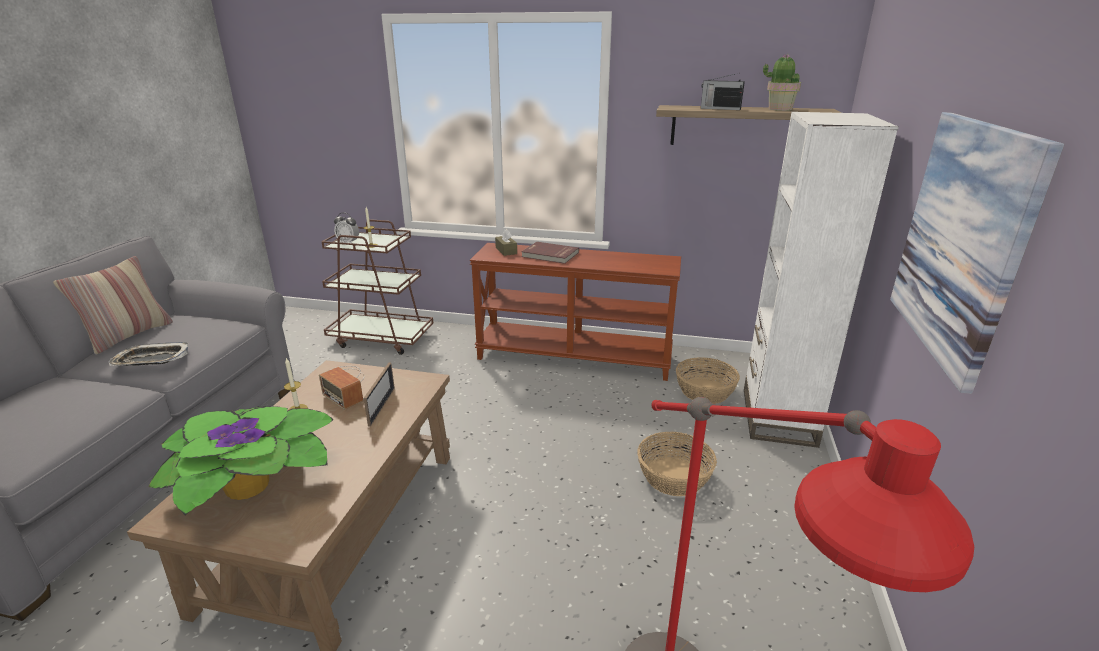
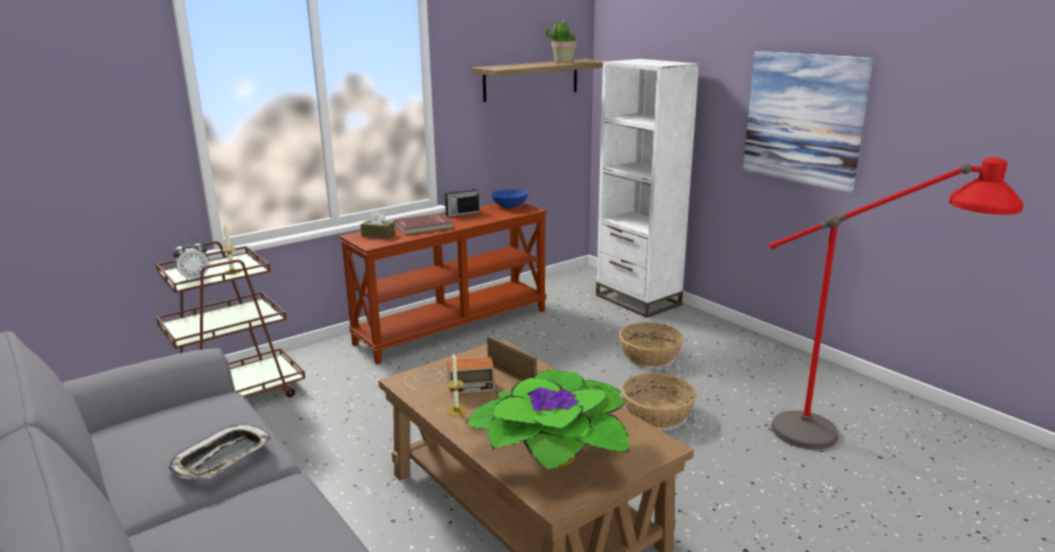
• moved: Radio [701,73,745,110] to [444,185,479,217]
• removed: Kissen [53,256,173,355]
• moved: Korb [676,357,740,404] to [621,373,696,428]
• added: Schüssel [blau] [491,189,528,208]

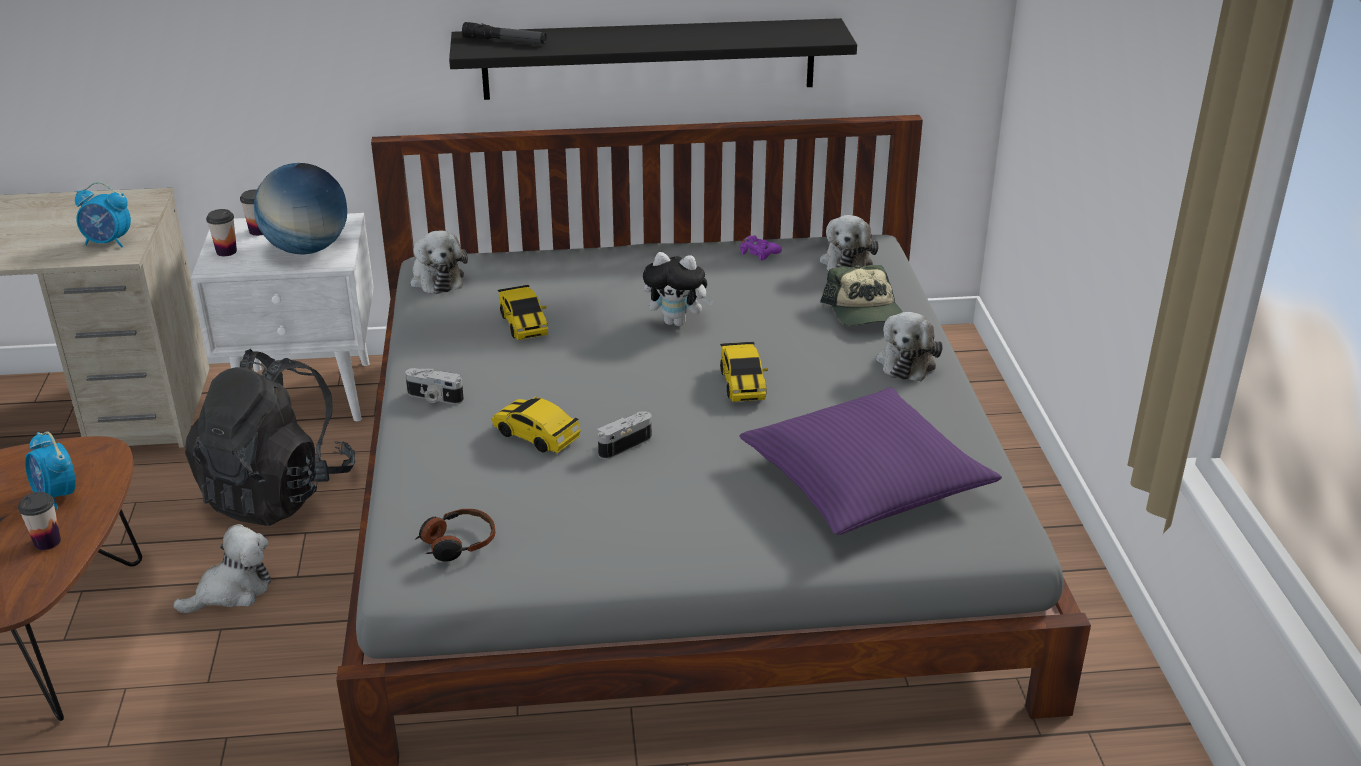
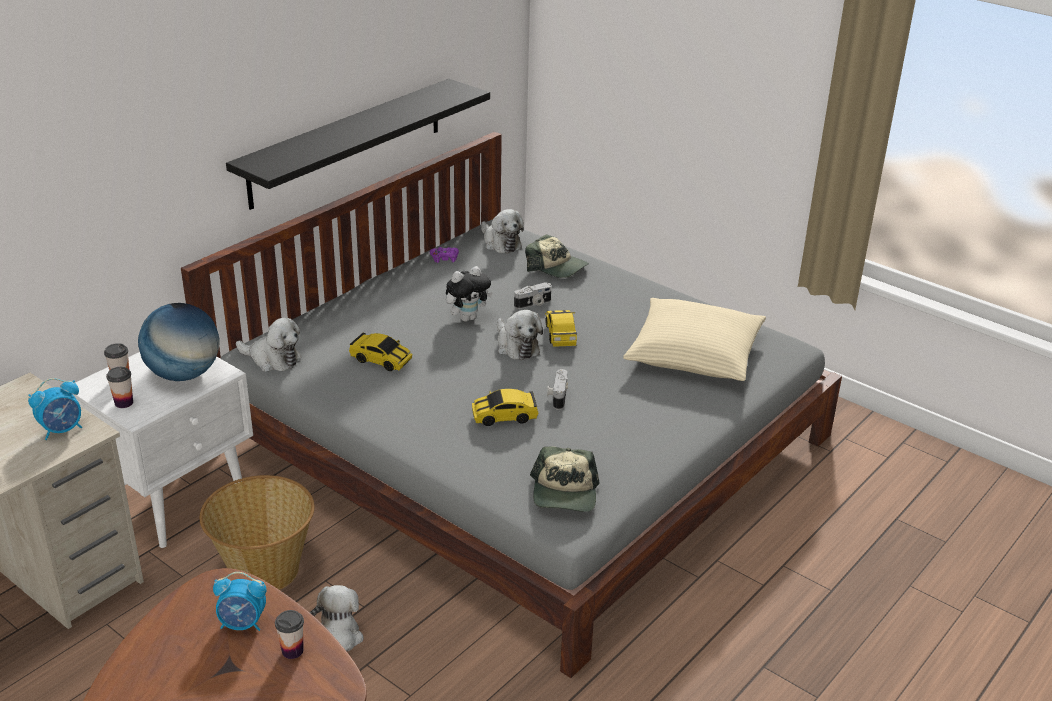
• removed: Taschenlampe [462,22,547,44]
• moved: Plüschtier [876,312,943,381] to [497,310,543,360]
• turned: Spielzeugauto [720,342,768,402] = [545,310,577,347] 135 degrees counterclockwise
• replaced: Rucksack [schwarz] [185,349,355,526] to Korb [200,475,314,590]
• moved: Kamera [405,368,464,404] to [514,282,551,309]
• recoloured: Kissen [lila] [740,387,1002,535] to Kissen [beige] [623,298,766,381]
• replaced: Kopfhörer [414,509,496,561] to Kappe [530,447,600,512]

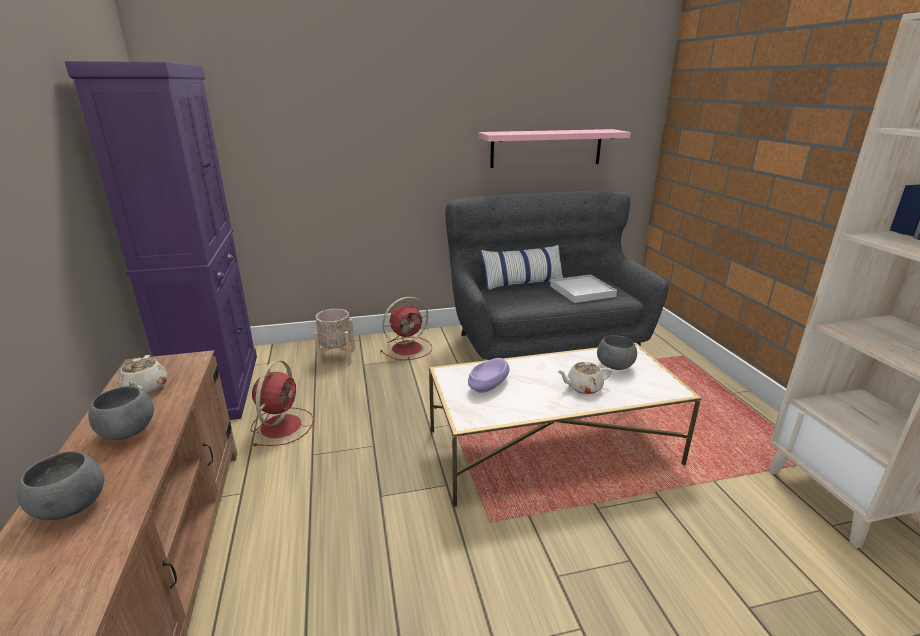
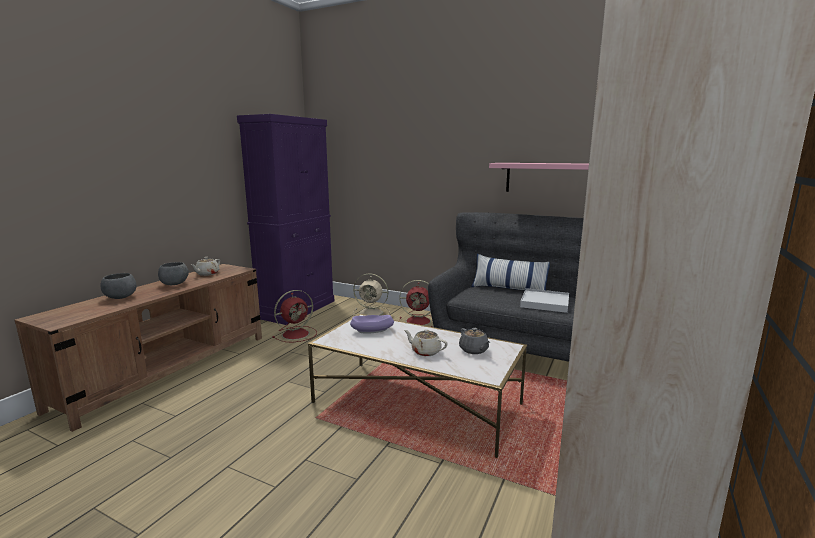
• replaced: Pflanzkübel [beige] [314,309,355,365] to Ventilator [beige] [353,273,390,316]
• replaced: Schüssel [grau] [597,335,637,370] to Teekanne [grau] [459,328,490,354]

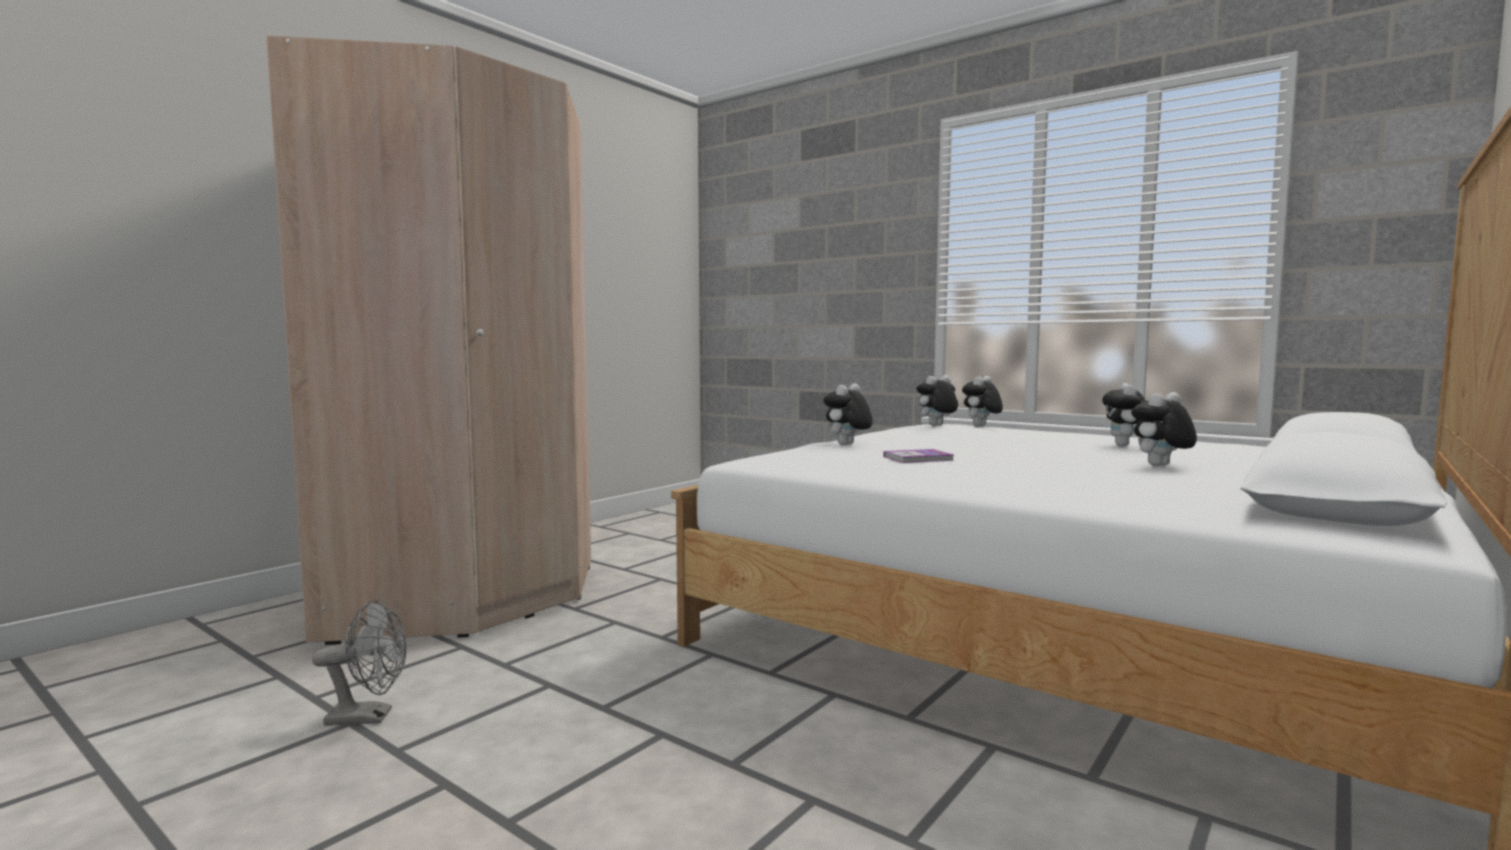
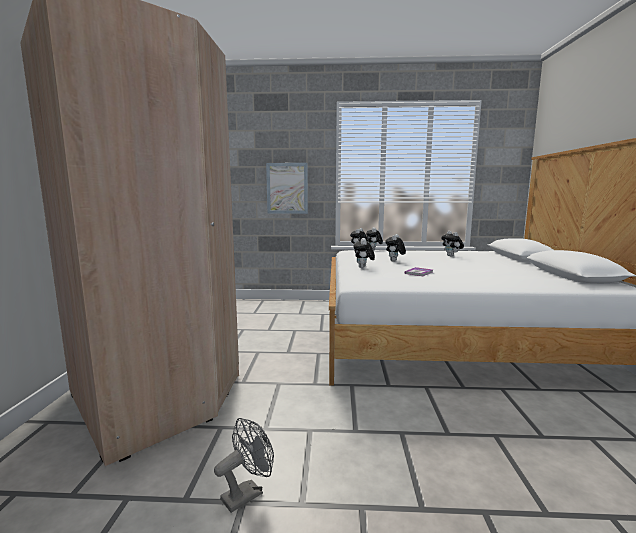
• moved: Plüschtier [1131,392,1197,466] to [385,234,406,262]
• added: Bild [266,163,308,214]

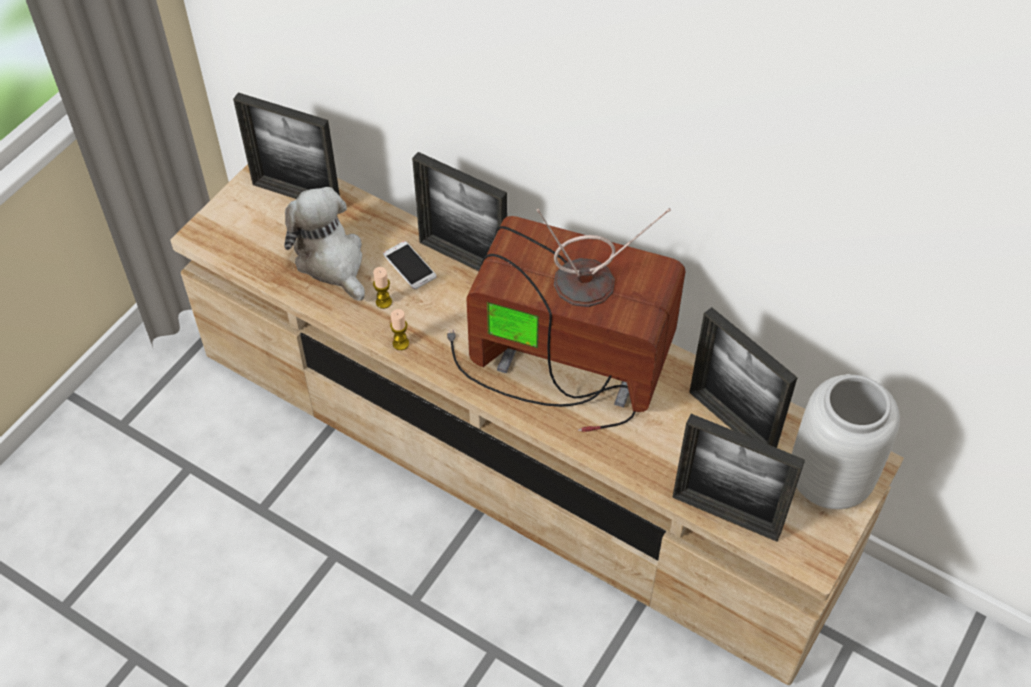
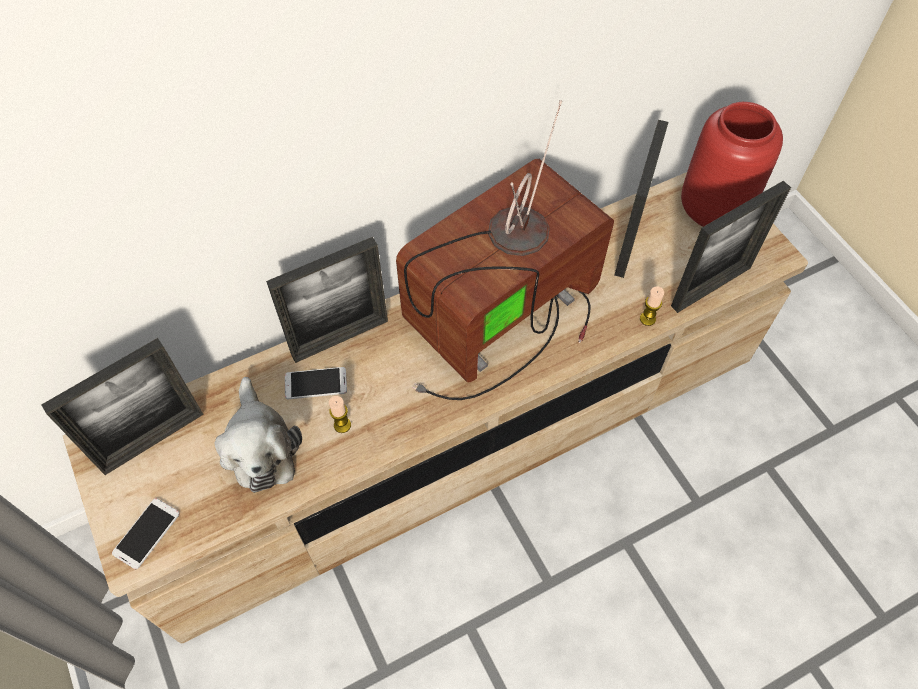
• turned: Plüschtier [284,187,365,301] = [215,377,302,493] 105 degrees counterclockwise
• turned: Bilderrahmen [689,307,798,448] = [615,120,669,278] 60 degrees counterclockwise
• moved: Kerze [390,309,409,350] to [640,286,664,326]
• recoloured: Vase [grau] [792,374,900,509] to Vase [rot] [681,102,783,227]
• added: Handy [112,498,180,569]

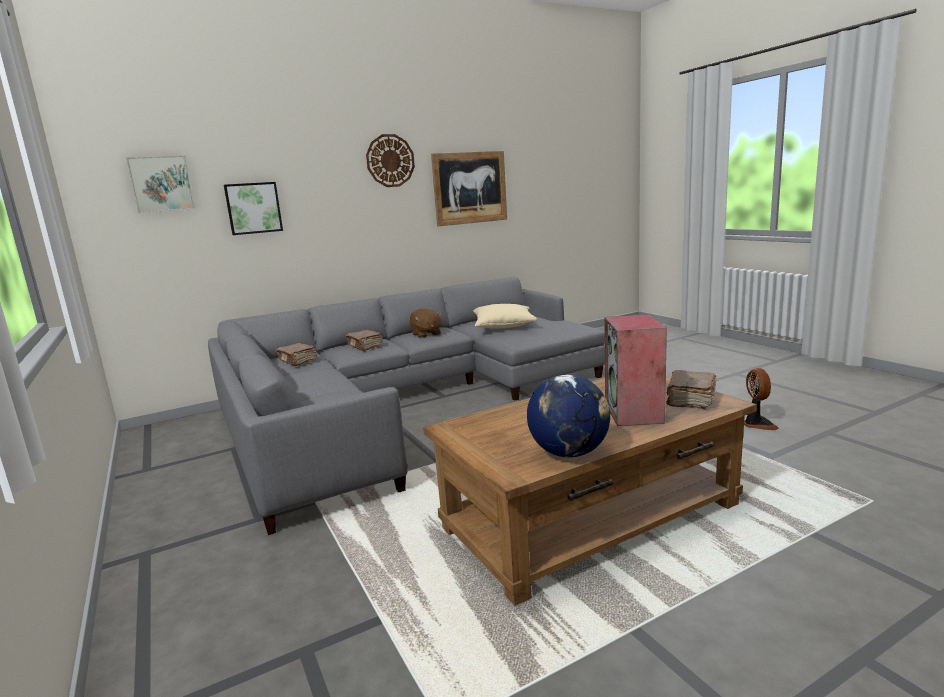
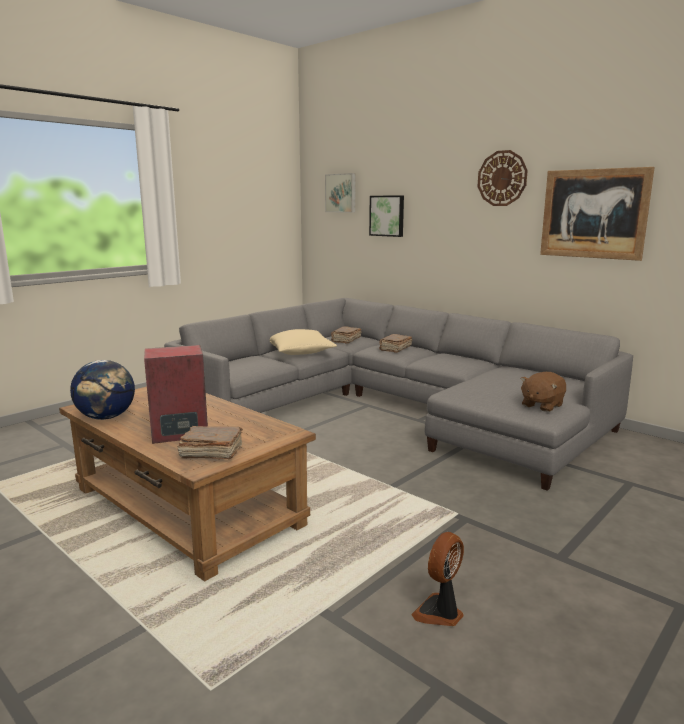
• moved: Kissen [beige] [473,304,537,328] to [270,329,337,355]
• moved: Plüschtier [braun] [410,309,442,338] to [520,372,566,412]
• turned: Ventilator [744,368,779,430] = [411,532,464,626] 150 degrees clockwise

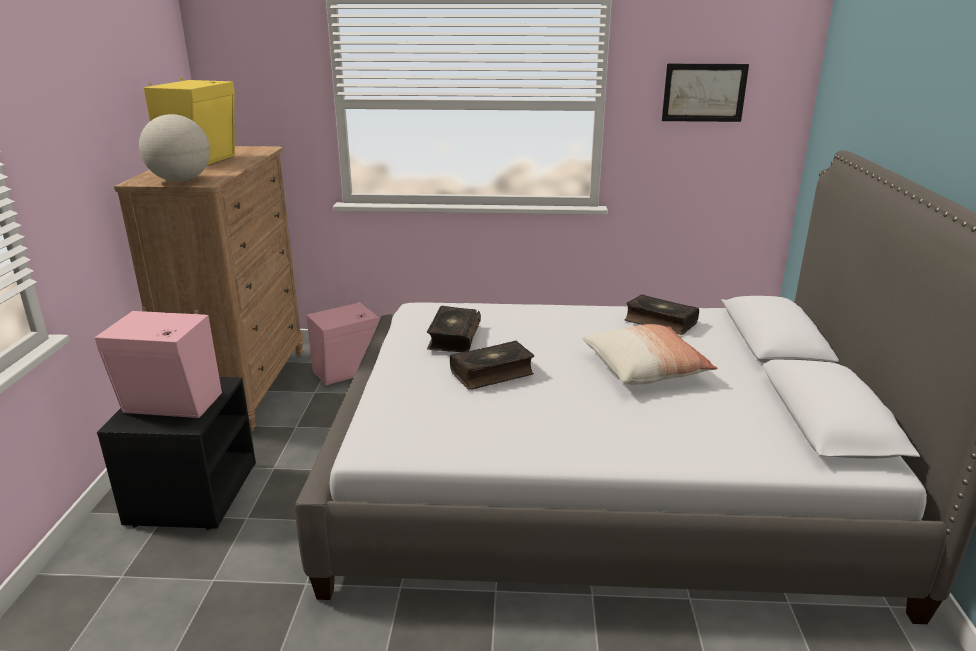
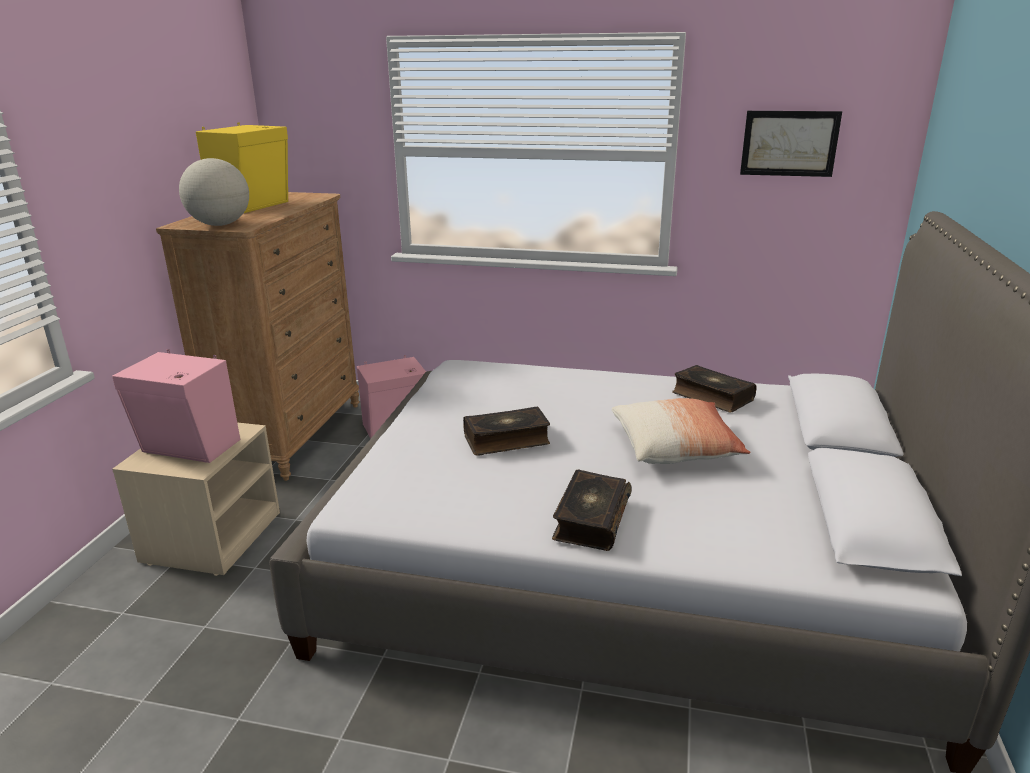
• moved: Buch [427,306,481,352] to [552,469,632,551]
• recoloured: Nachttisch [schwarz] [97,377,256,530] to Nachttisch [beige] [112,422,280,576]

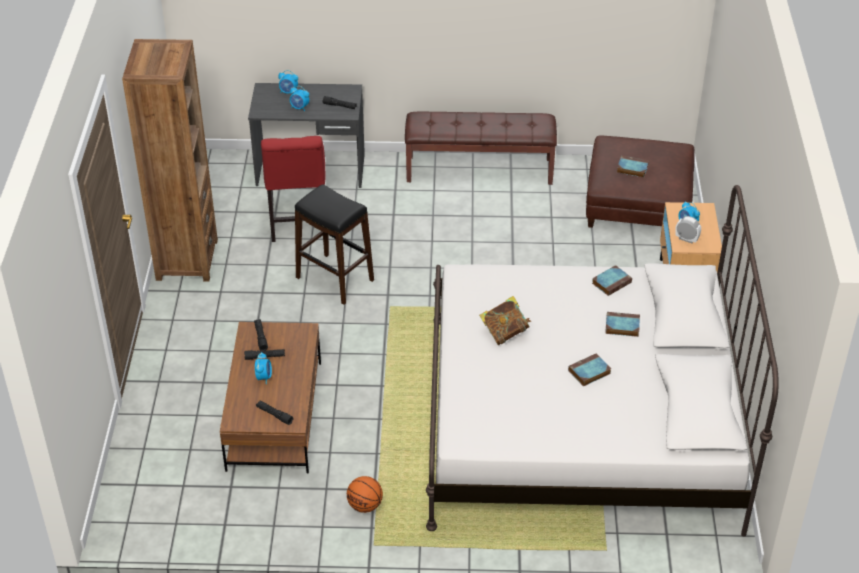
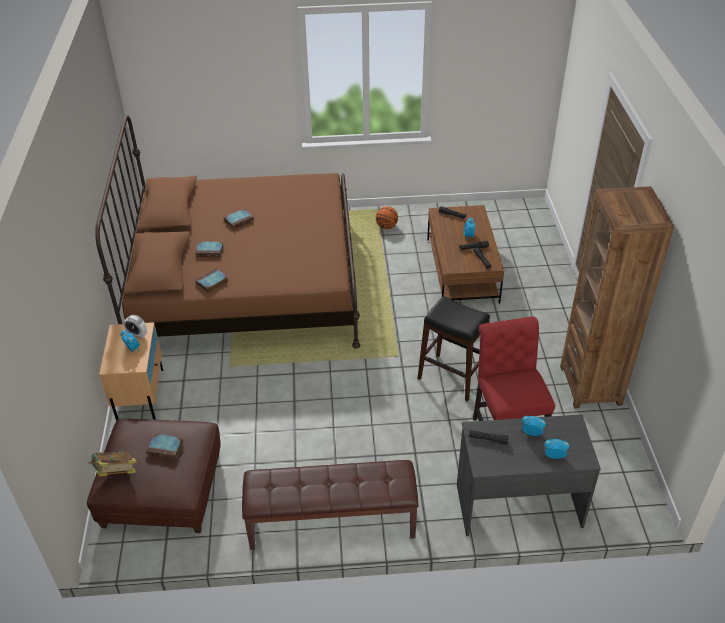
• recoloured: Bett [weiß] [426,185,779,537] to Bett [braun] [95,115,360,349]
• moved: Buch [479,296,531,345] to [89,450,137,476]

